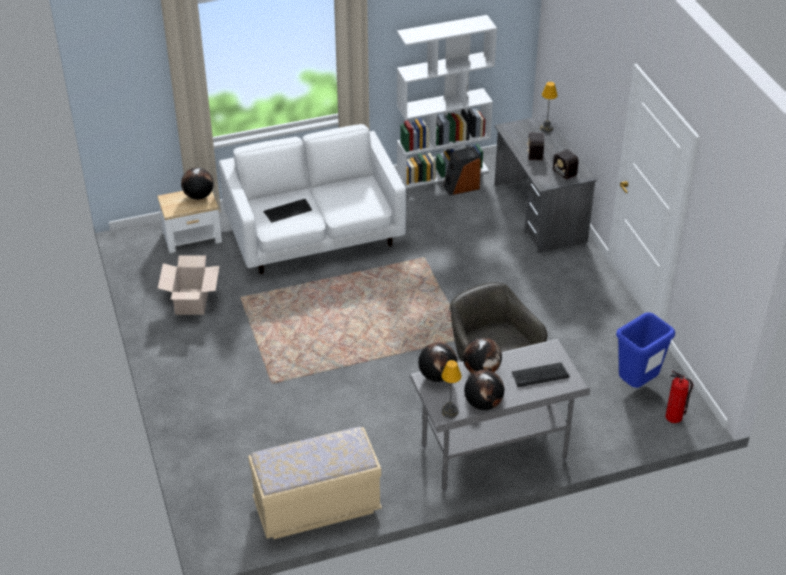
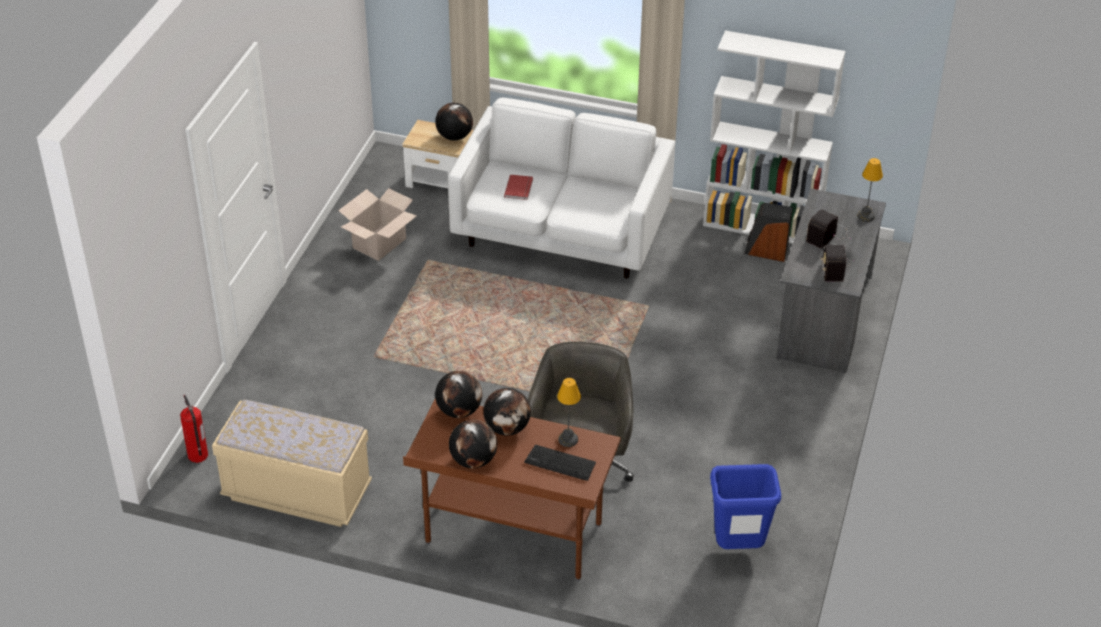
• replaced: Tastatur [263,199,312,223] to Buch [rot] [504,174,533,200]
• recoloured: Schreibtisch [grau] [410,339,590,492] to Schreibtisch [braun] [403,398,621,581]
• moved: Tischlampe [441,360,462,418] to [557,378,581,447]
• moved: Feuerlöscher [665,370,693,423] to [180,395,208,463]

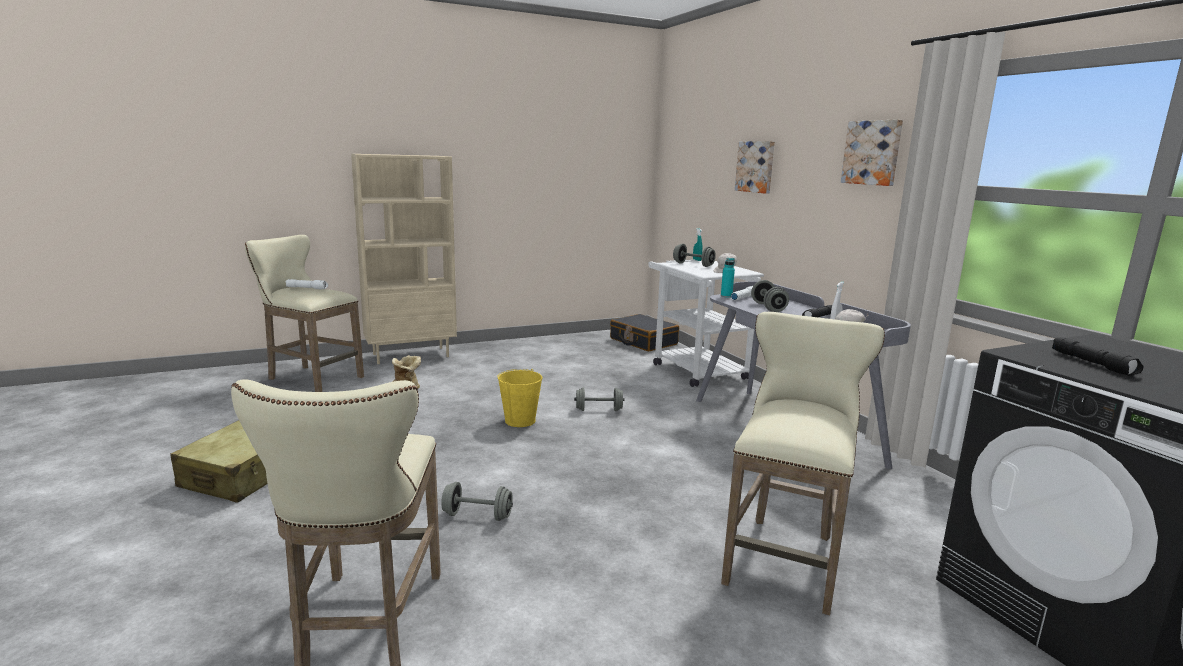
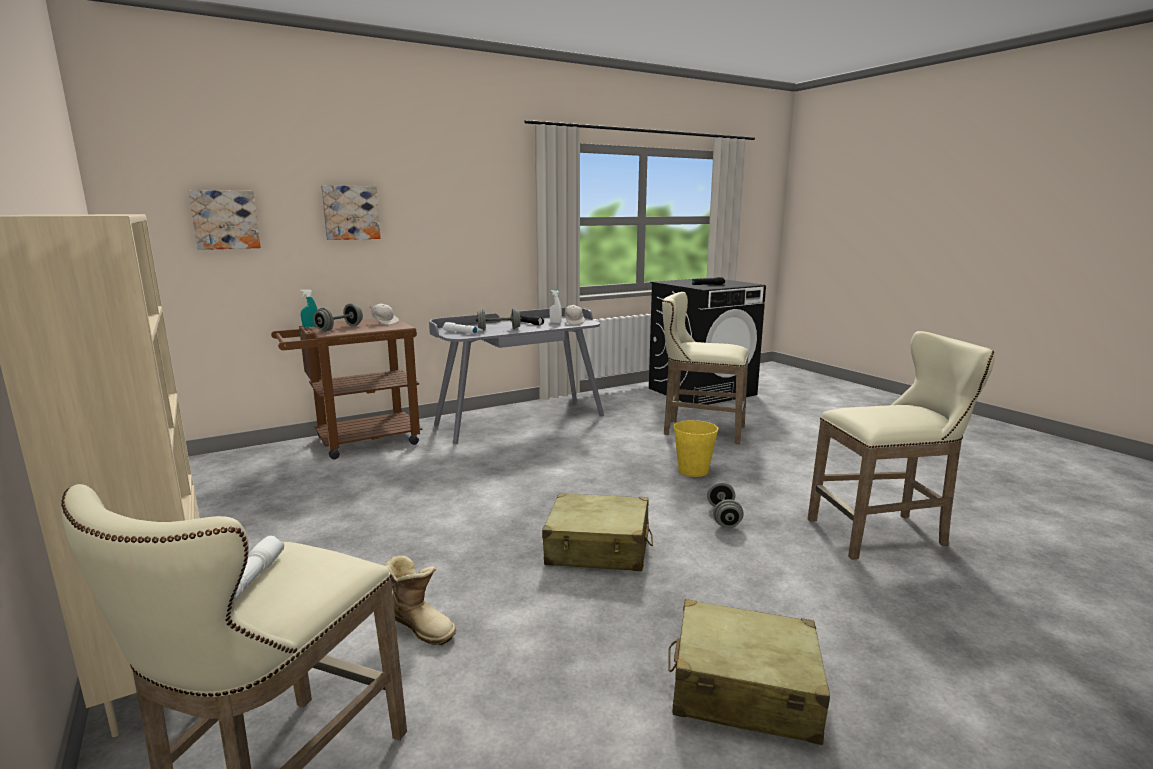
• moved: Bild [841,119,903,186] to [188,190,261,250]
• removed: Flasche [türkis] [721,258,735,298]
• recoloured: Rollwagen [weiß] [648,259,764,387] to Rollwagen [braun] [271,319,422,459]
• removed: Koffer [schwarz] [610,314,679,352]
• moved: Eimer [gelb] [497,369,542,427] to [673,420,719,477]
• removed: Hantel [grau] [574,387,625,411]
• added: Koffer [beige] [542,493,653,571]

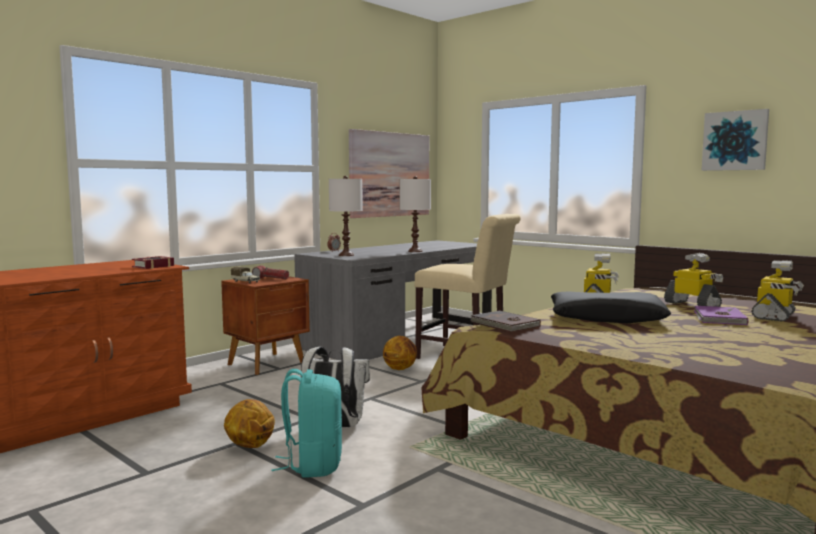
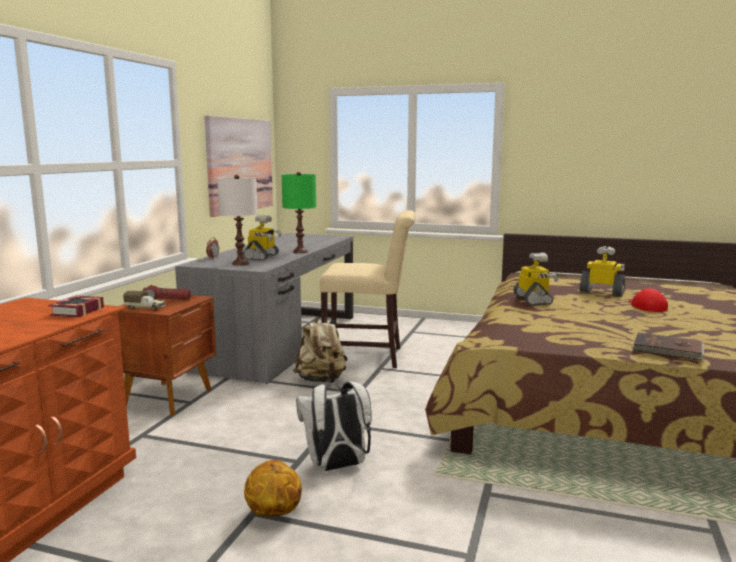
• removed: Bild [702,109,769,171]
• recoloured: Tischlampe [weiß] [399,176,431,252] to Tischlampe [grün] [282,172,316,253]
• moved: Spielzeugroboter [751,260,804,322] to [243,215,282,260]
• removed: Kissen [schwarz] [551,292,671,323]
• replaced: Buch [lila] [694,306,748,325] to Kappe [rot] [628,288,668,312]
• moved: Buch [braun] [471,311,541,332] to [632,332,704,361]
• replaced: Basketball [383,336,417,370] to Rucksack [beige] [293,314,348,383]
• removed: Rucksack [türkis] [271,369,342,478]

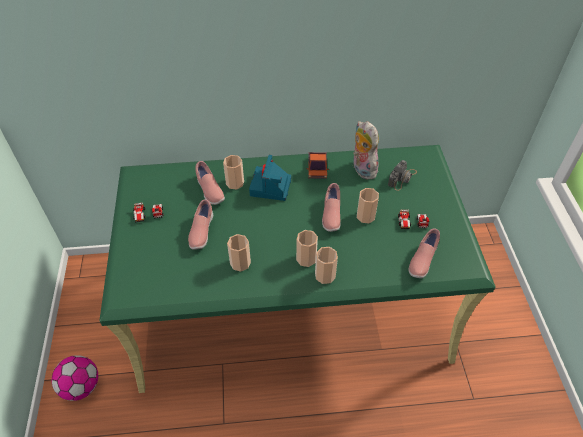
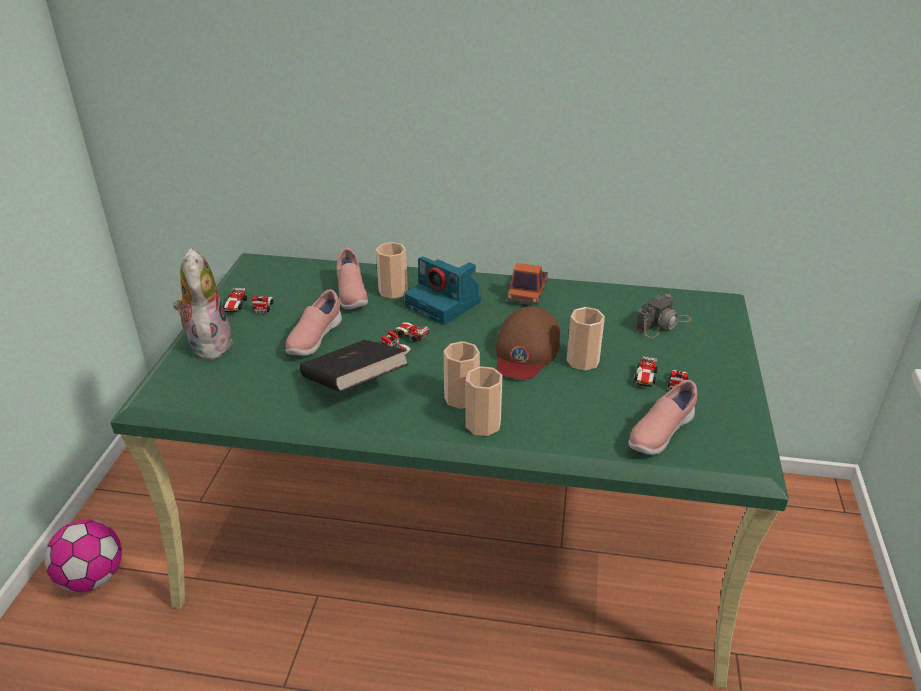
• moved: Plüschtier [353,121,379,179] to [173,248,233,360]
• turned: Kamera [249,155,291,201] = [405,256,481,325] 75 degrees counterclockwise
• replaced: Schuh [rosa] [322,183,341,232] to Kappe [braun] [496,306,560,379]
• replaced: Tasse [227,234,251,272] to Buch [schwarz] [300,340,409,392]
• added: Spielzeugauto [381,322,429,354]

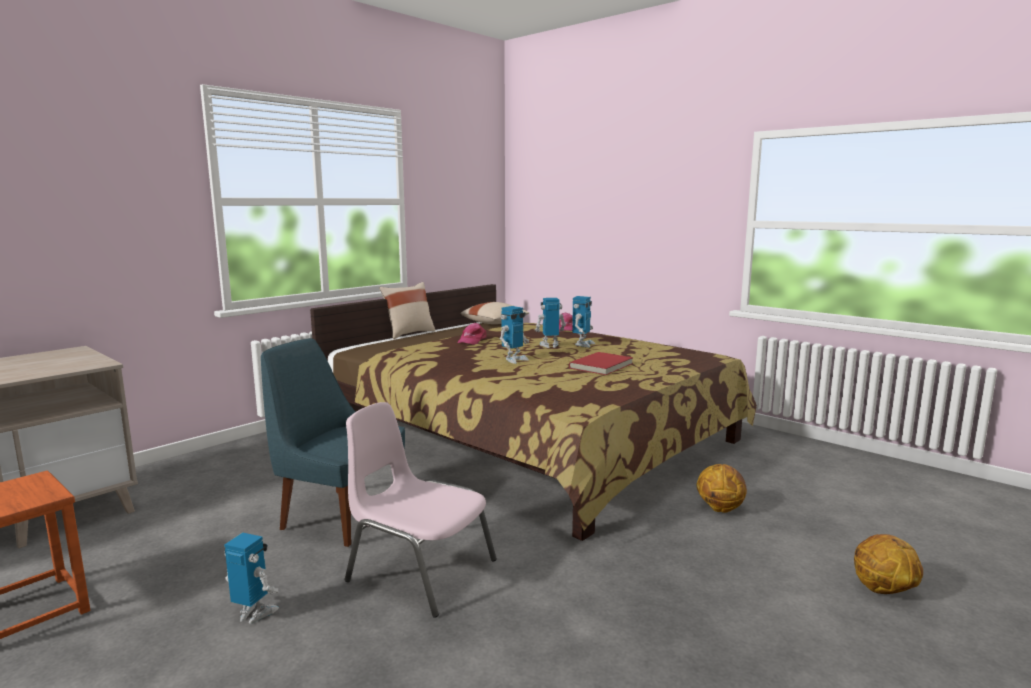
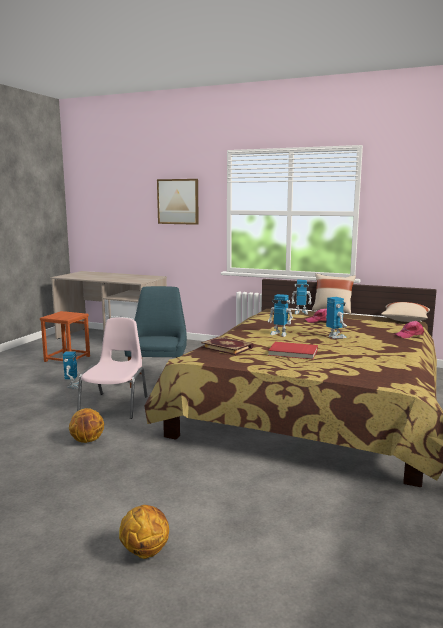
• moved: Spielzeugroboter [572,296,595,347] to [291,280,312,314]
• moved: Basketball [696,464,747,513] to [69,408,104,443]
• added: Bild [157,179,199,225]
• added: Buch [201,337,254,355]

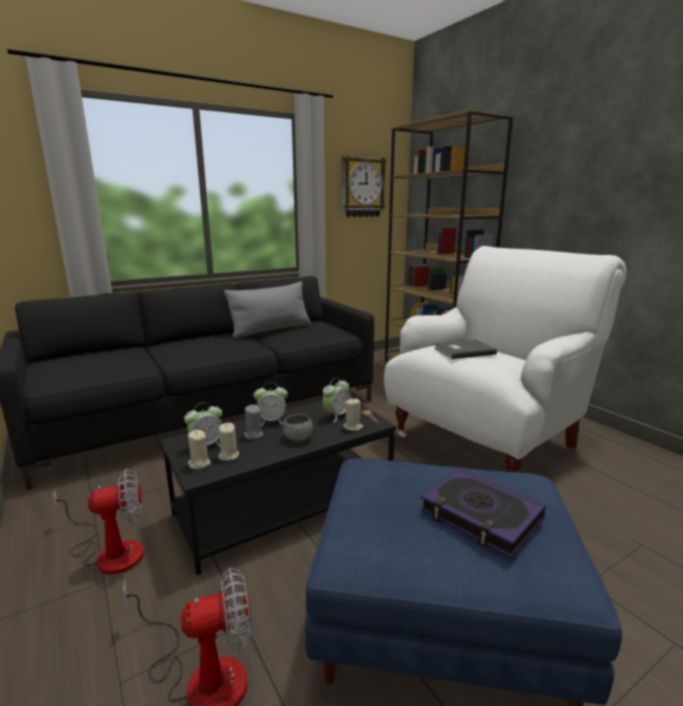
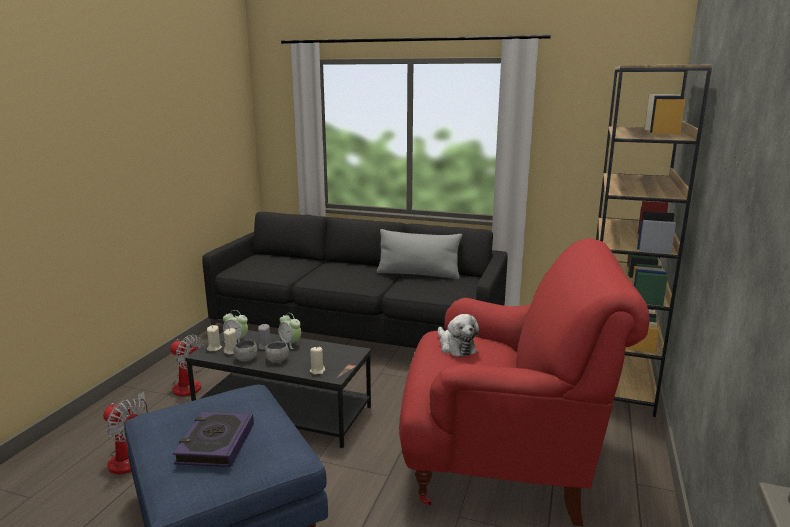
• removed: Wanduhr [342,156,387,217]
• recoloured: Sessel [weiß] [384,246,627,472] to Sessel [rot] [399,238,650,526]
• replaced: Buch [grau] [434,339,497,359] to Plüschtier [438,314,479,357]
• removed: Wecker [323,378,351,423]
• added: Schüssel [grau] [233,340,258,362]

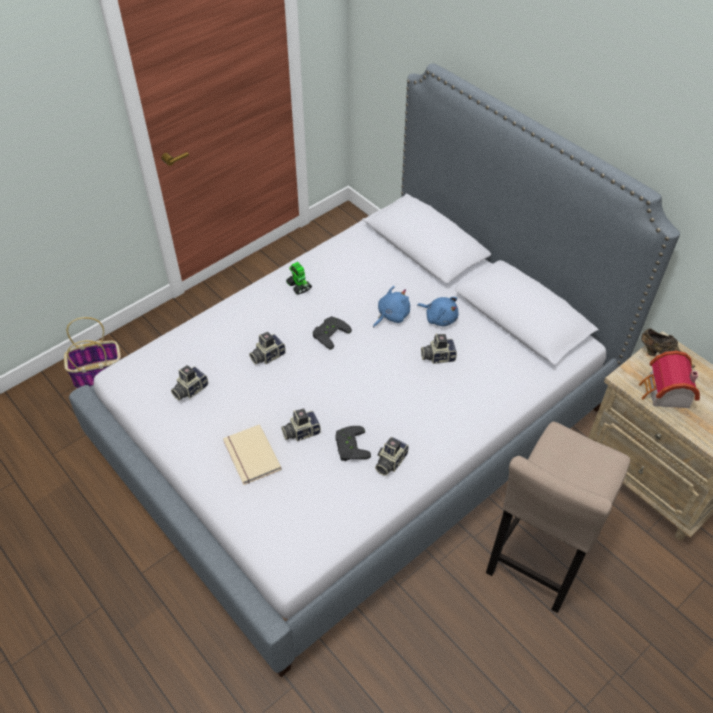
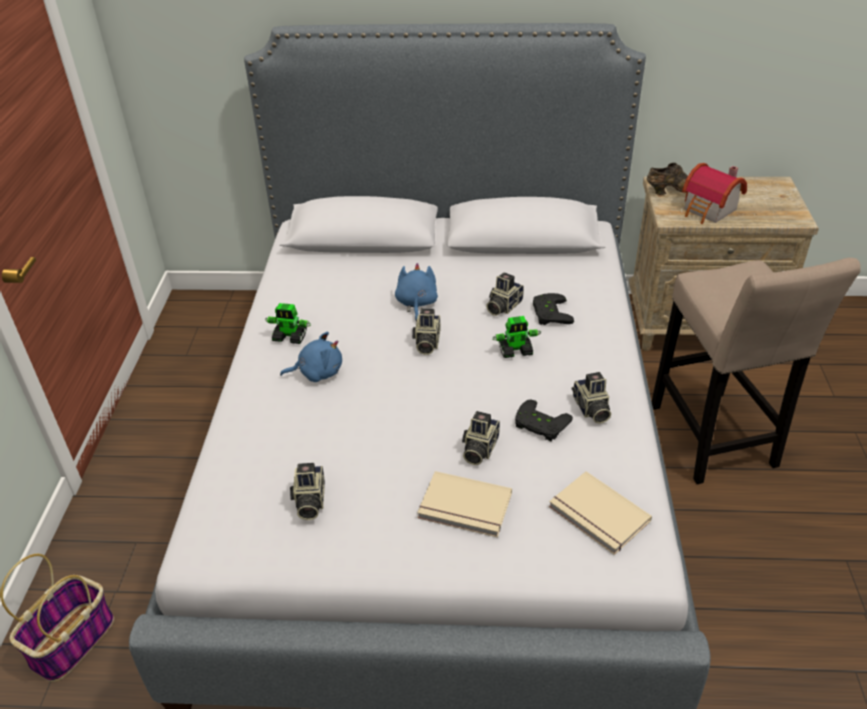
• moved: Plüschtier [blau] [417,297,459,326] to [280,332,342,382]
• moved: Gamepad [schwarz] [312,316,352,350] to [533,293,574,325]
• moved: Kamera [249,332,286,365] to [412,308,440,355]
• added: Spielzeugroboter [493,316,541,358]
• added: Buch [beige] [549,471,652,555]

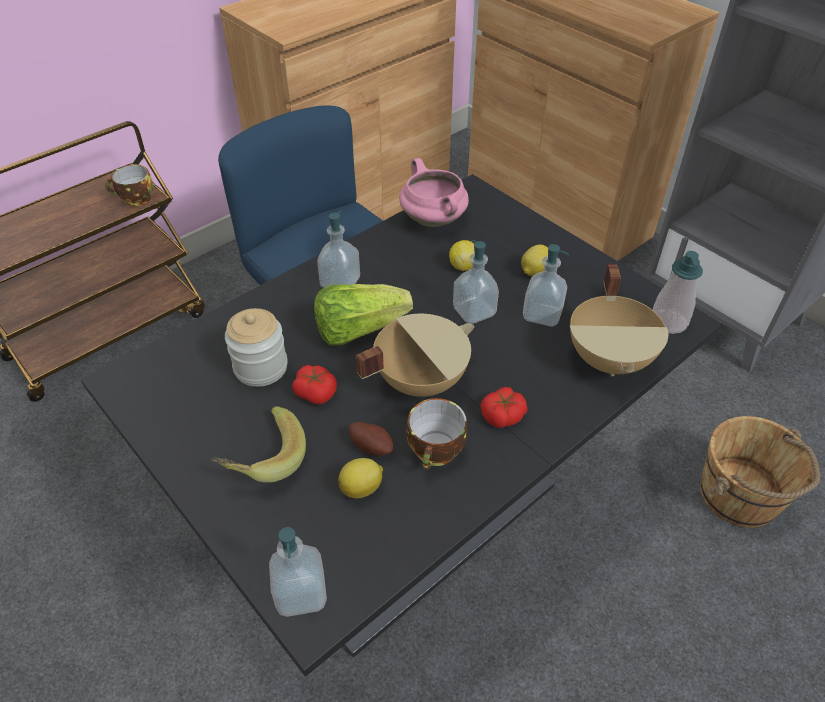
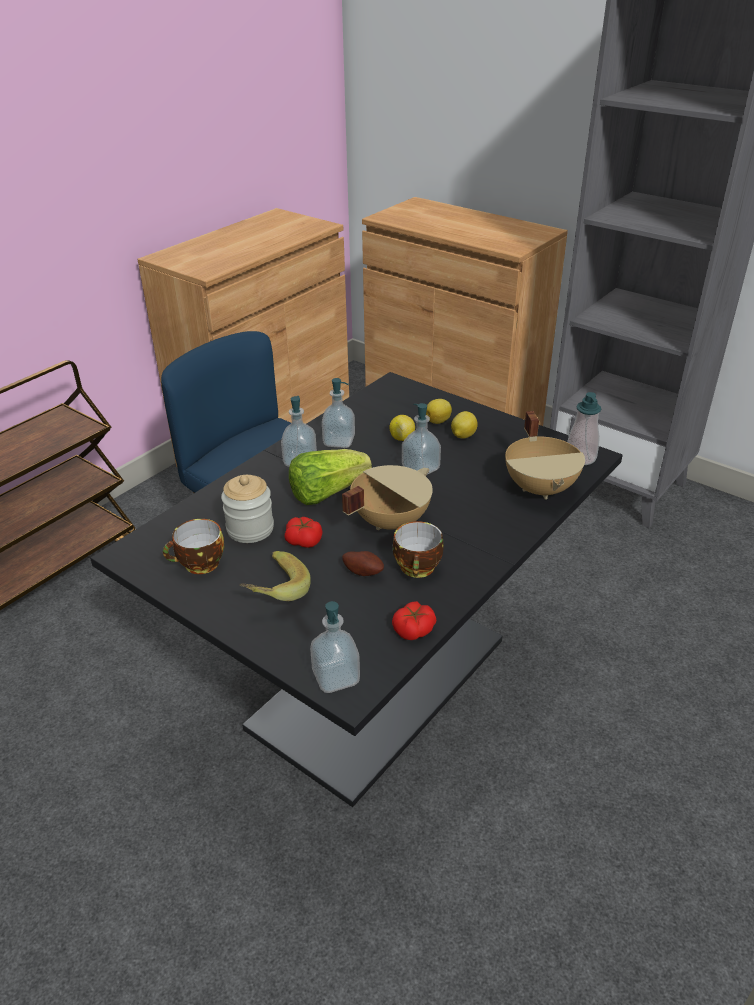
• removed: Kochtopf [rosa] [399,158,469,227]
• moved: Tasse [105,164,153,206] to [163,519,224,574]
• moved: Seifenspender [523,244,569,326] to [322,378,355,448]
• moved: Tomate [481,387,528,428] to [392,601,437,640]
• removed: Eimer [braun] [700,416,820,528]
• moved: Zitrone [338,458,383,498] to [426,399,452,424]

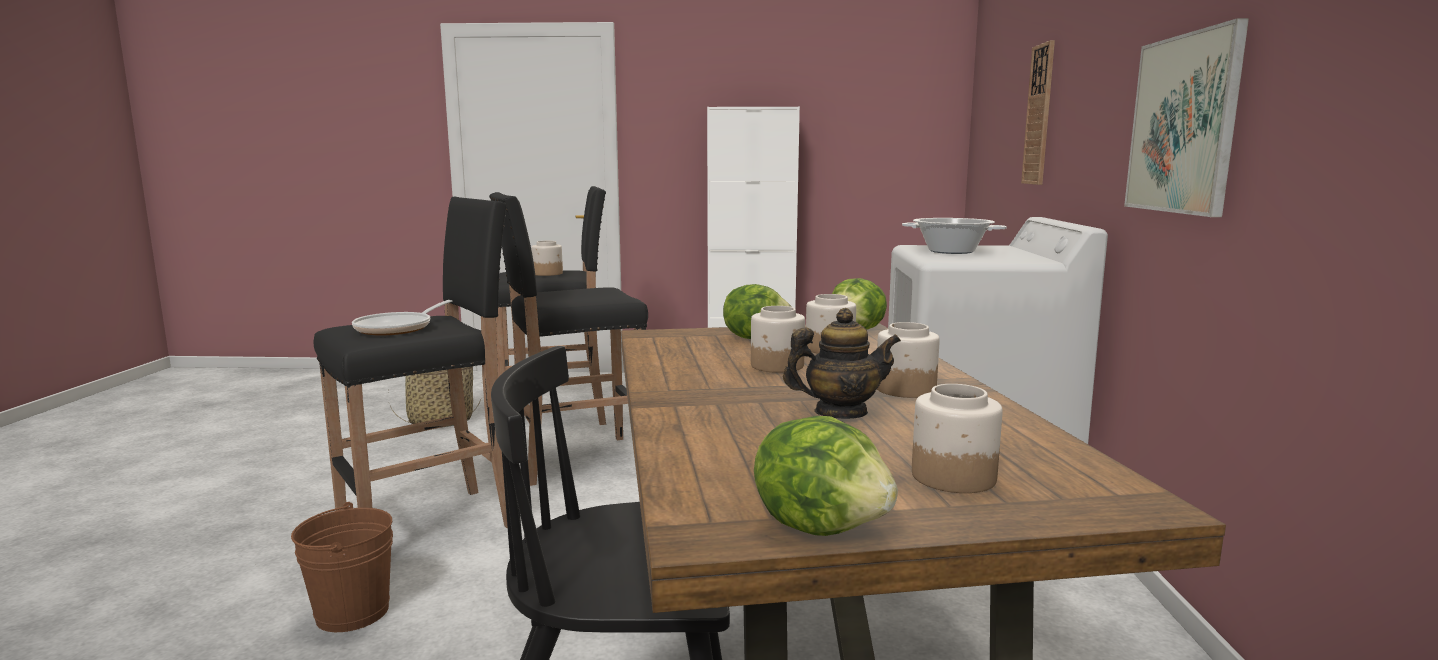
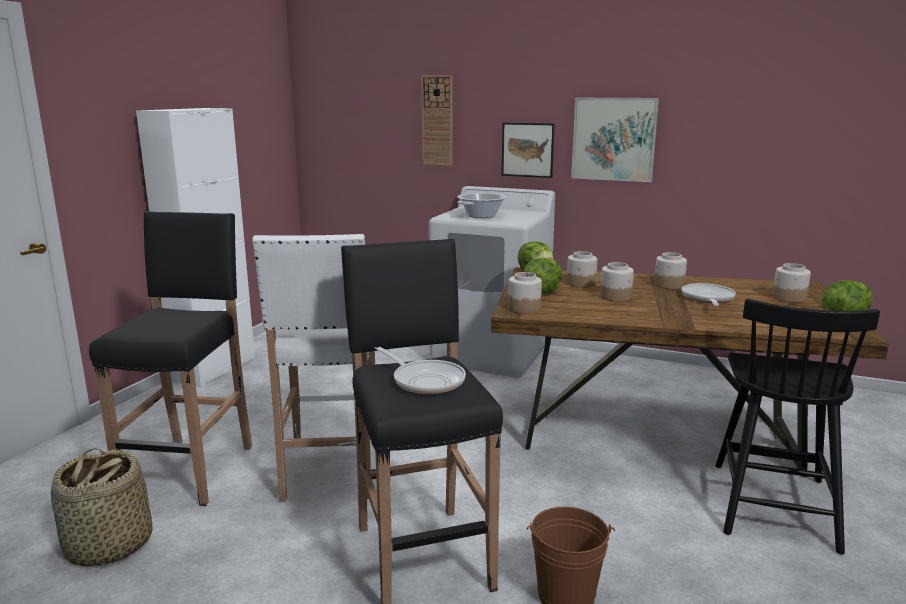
• recoloured: Hocker [schwarz] [489,192,648,486] to Hocker [weiß] [252,234,375,502]
• moved: Vorratsglas [531,241,563,276] to [508,272,542,314]
• replaced: Teekanne [783,308,901,419] to Pfanne [682,283,736,306]
• added: Bild [501,123,555,178]

